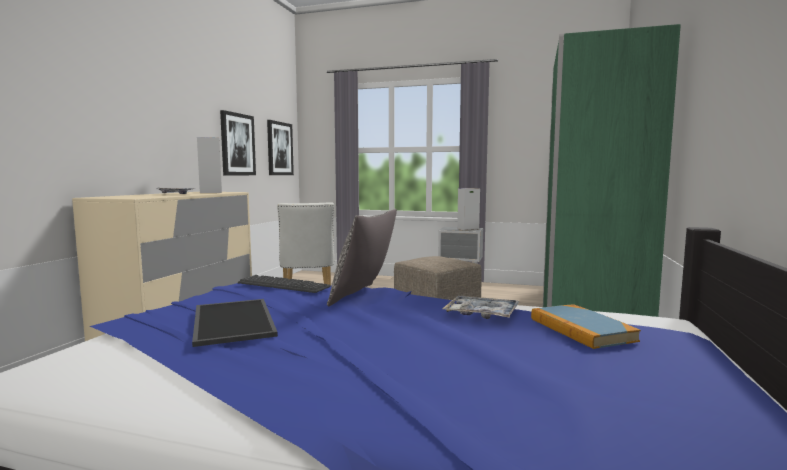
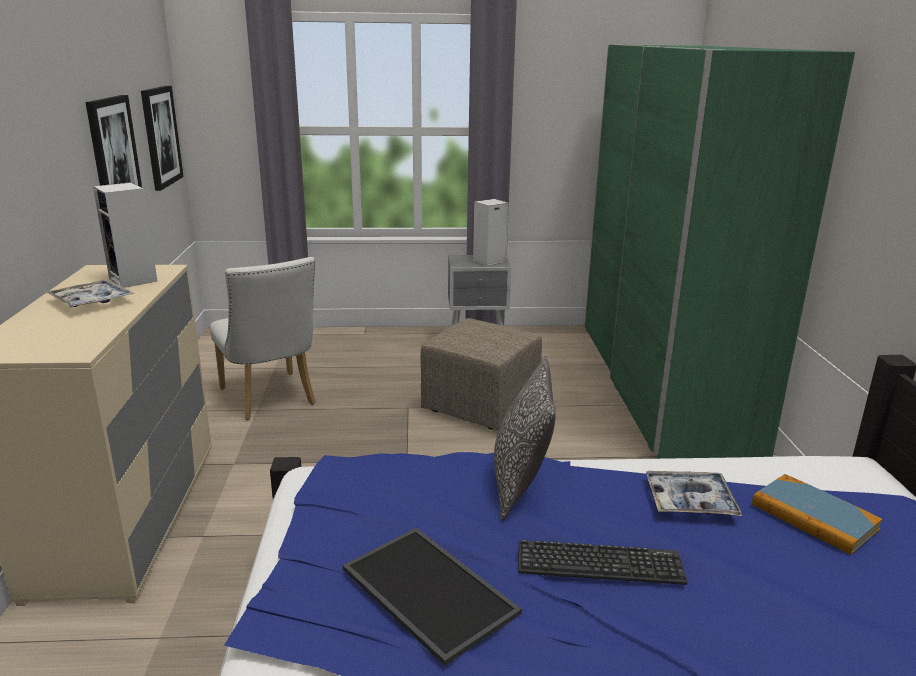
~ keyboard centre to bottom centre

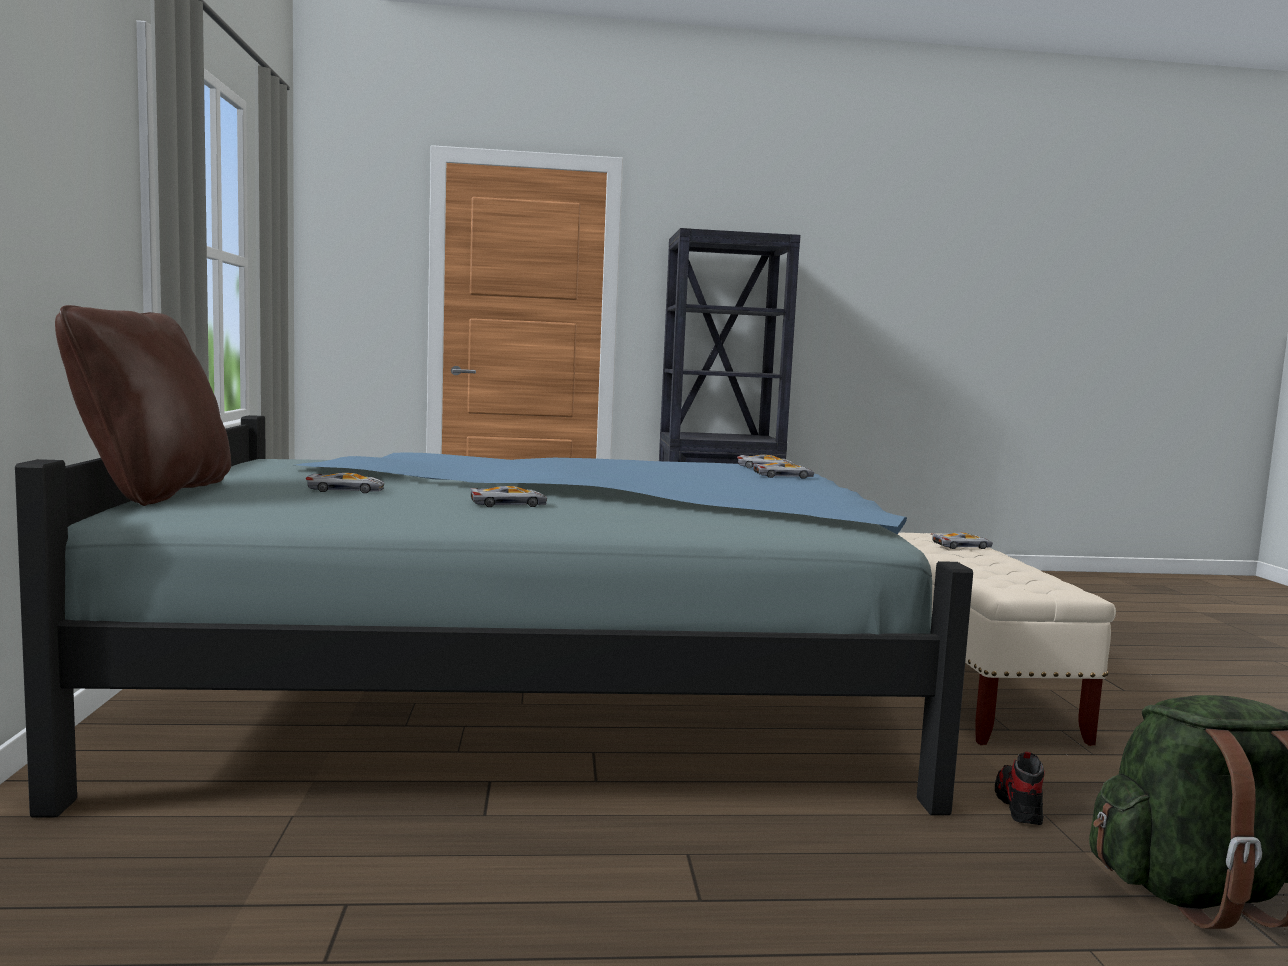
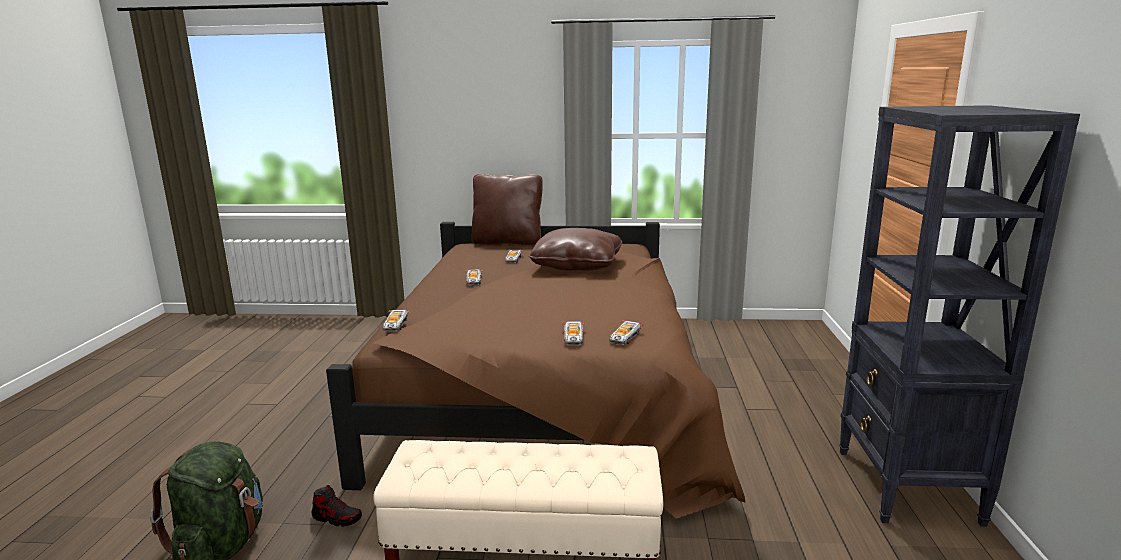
~ bed in blue centre to bed in brown centre
~ toy car (no. 5 from left in the first image) middle right to toy car (no. 1 from left) centre
+ pillow in brown (no. 2 from left) centre

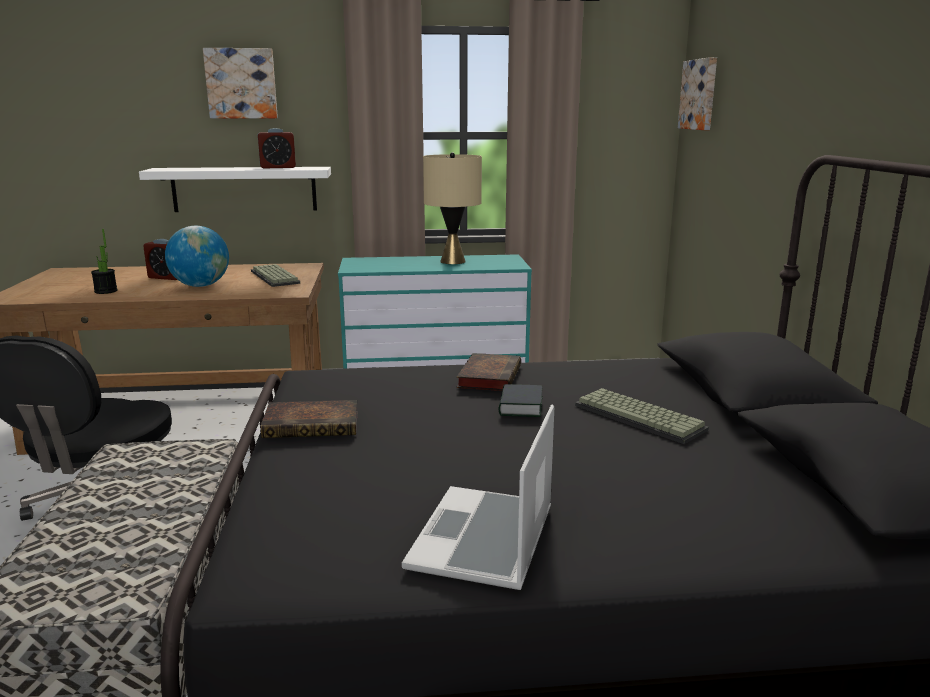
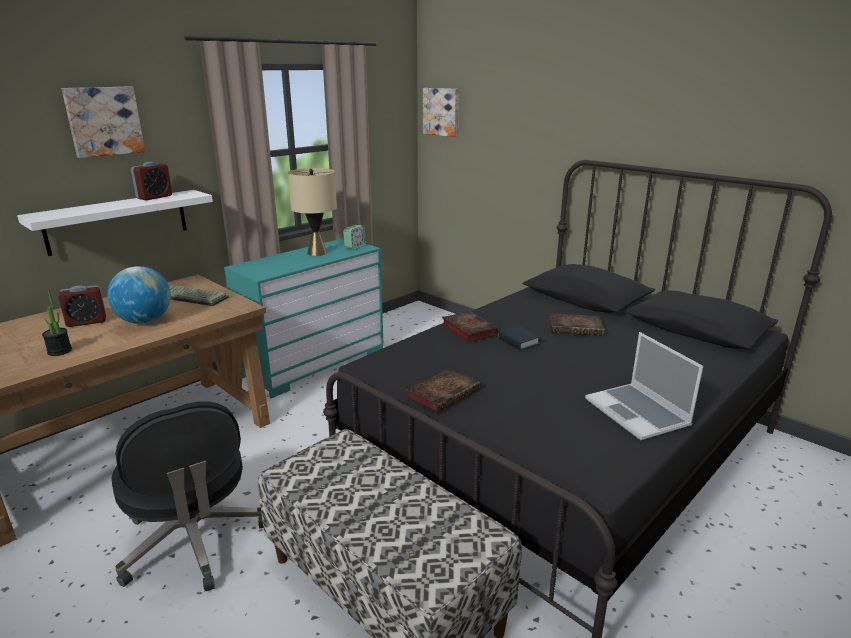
+ alarm clock (no. 3 from left) centre
~ keyboard (no. 2 from left) middle right to book (no. 4 from left) middle right

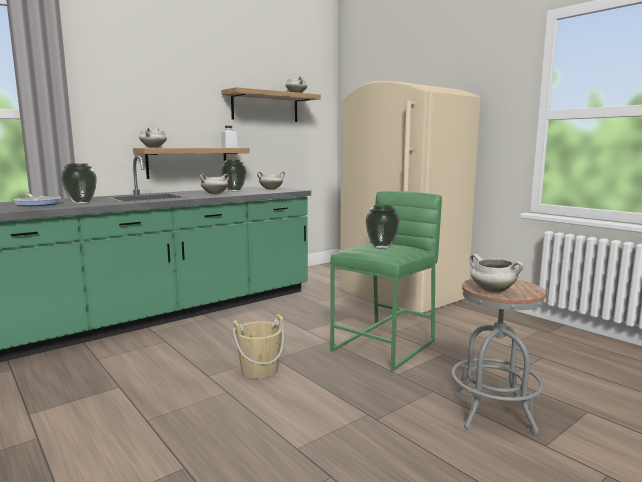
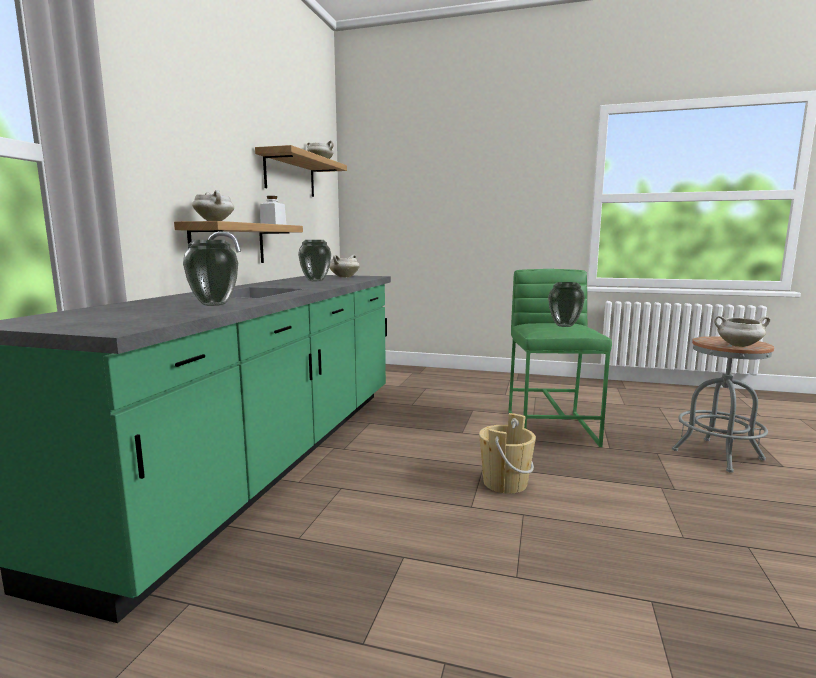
- frying pan middle left
- cooking pot in white (no. 2 from left) centre
- fridge in beige centre

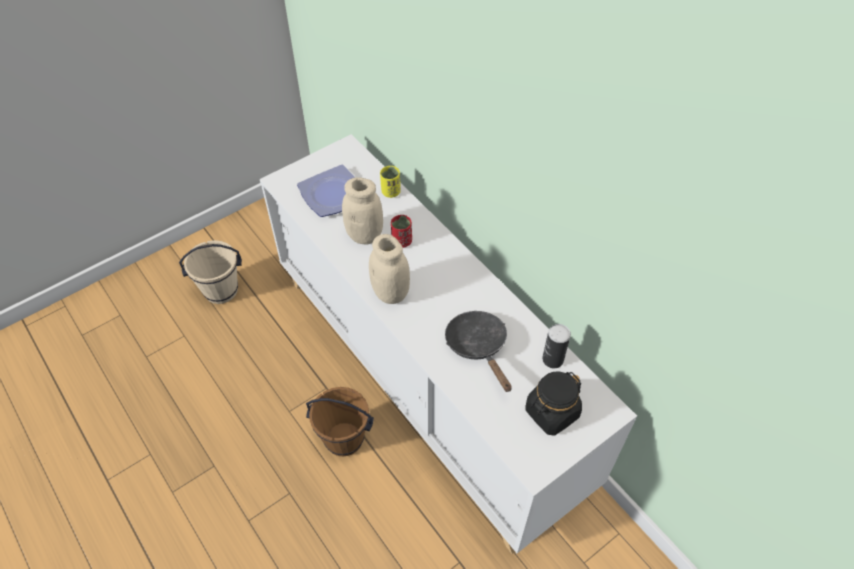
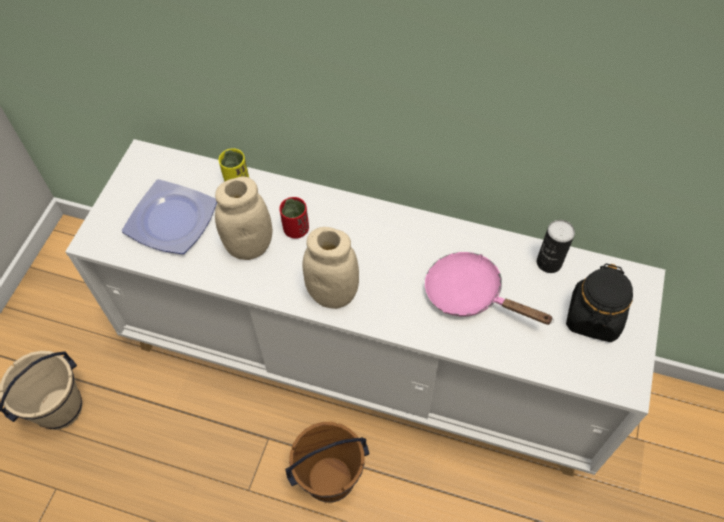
~ frying pan in black centre to frying pan in pink middle right

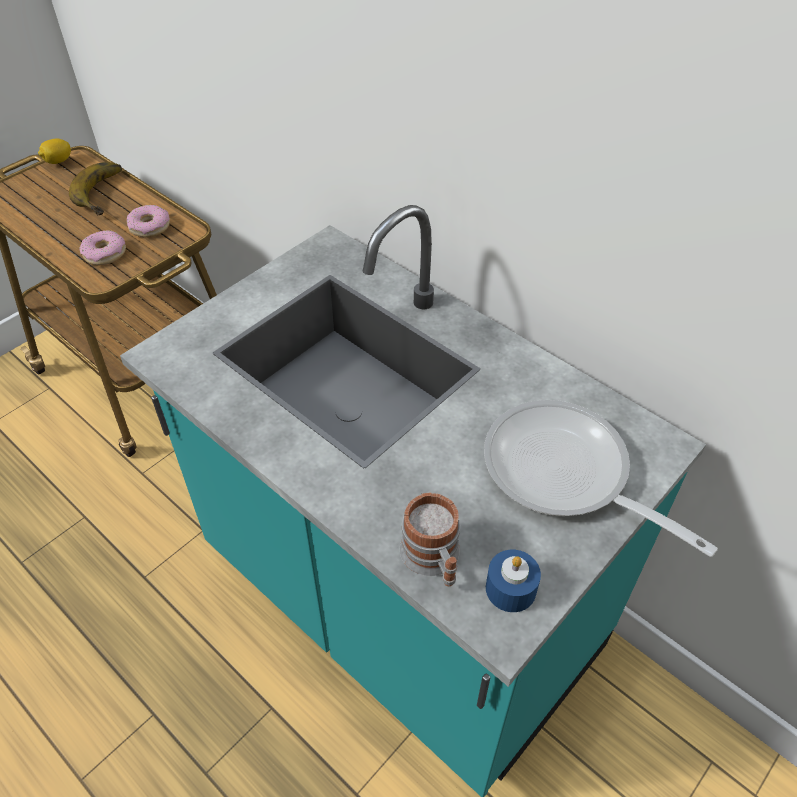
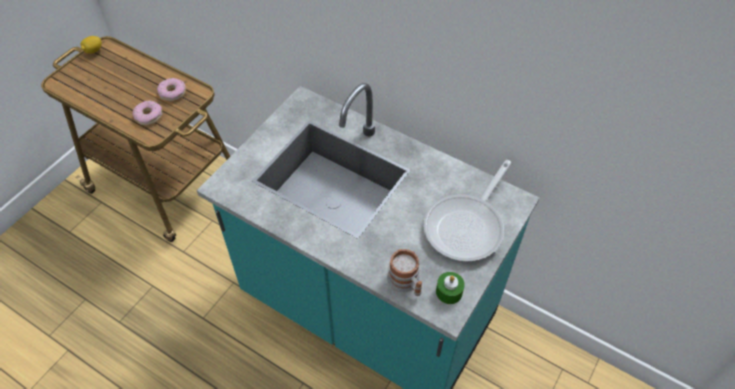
~ frying pan middle right = centre 90 degrees counterclockwise
~ candle in blue bottom centre to candle in green bottom centre
- banana top left

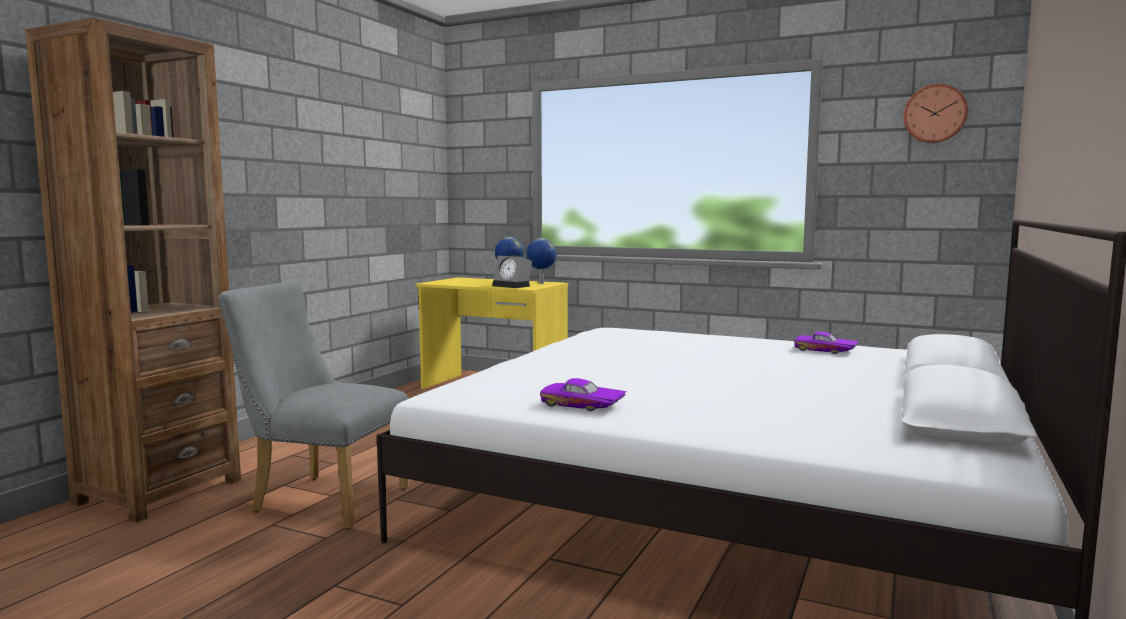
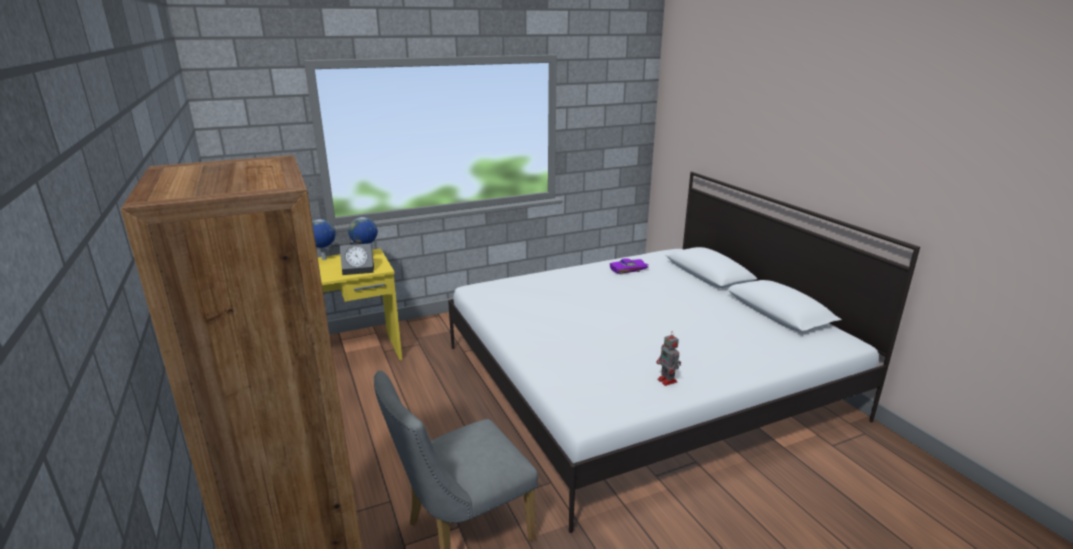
~ toy car in purple (no. 1 from left) centre to toy robot centre
- wall clock top right

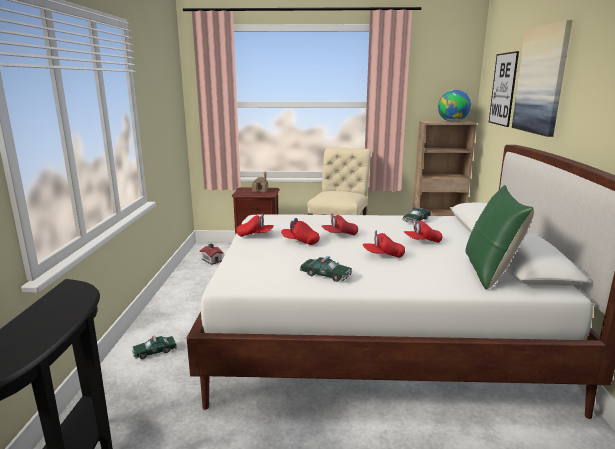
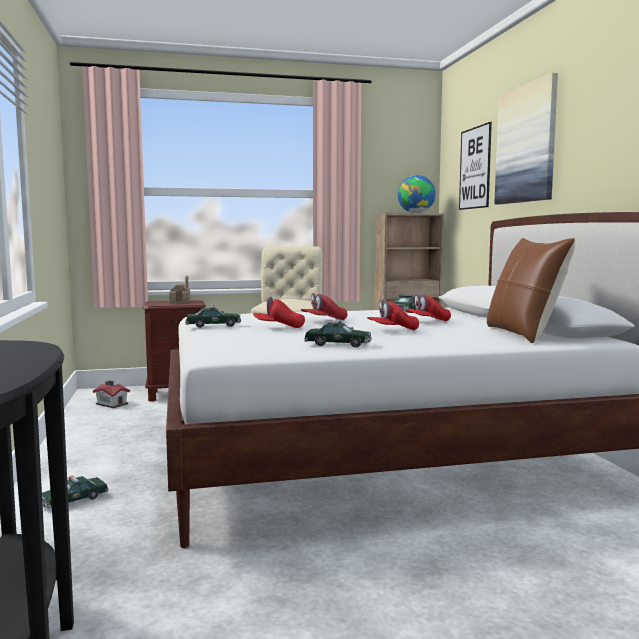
~ cap in red (no. 1 from left) centre to toy car (no. 2 from left) centre
~ pillow in green middle right to pillow in brown middle right

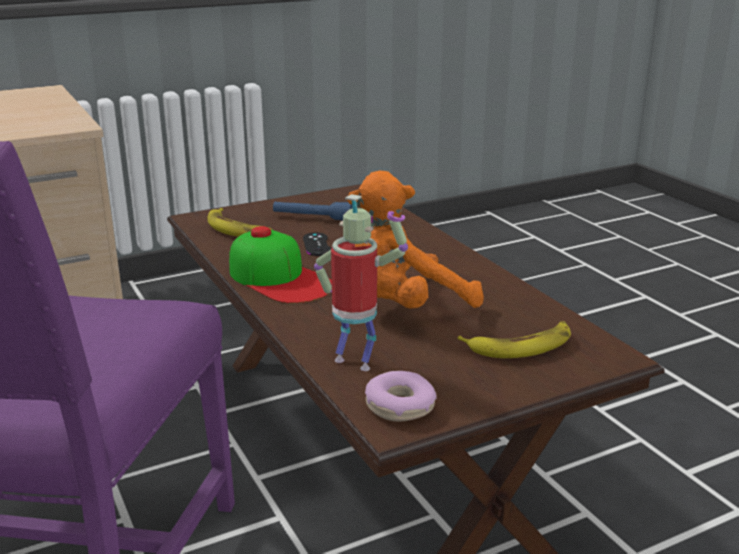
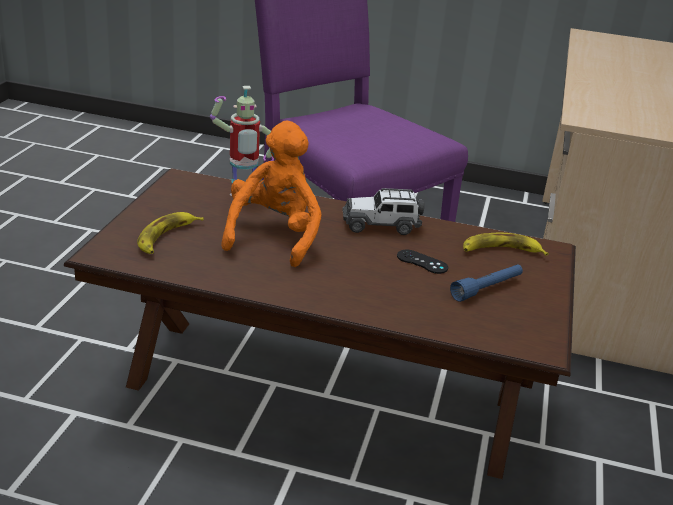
~ cap centre to toy car centre
- donut bottom centre

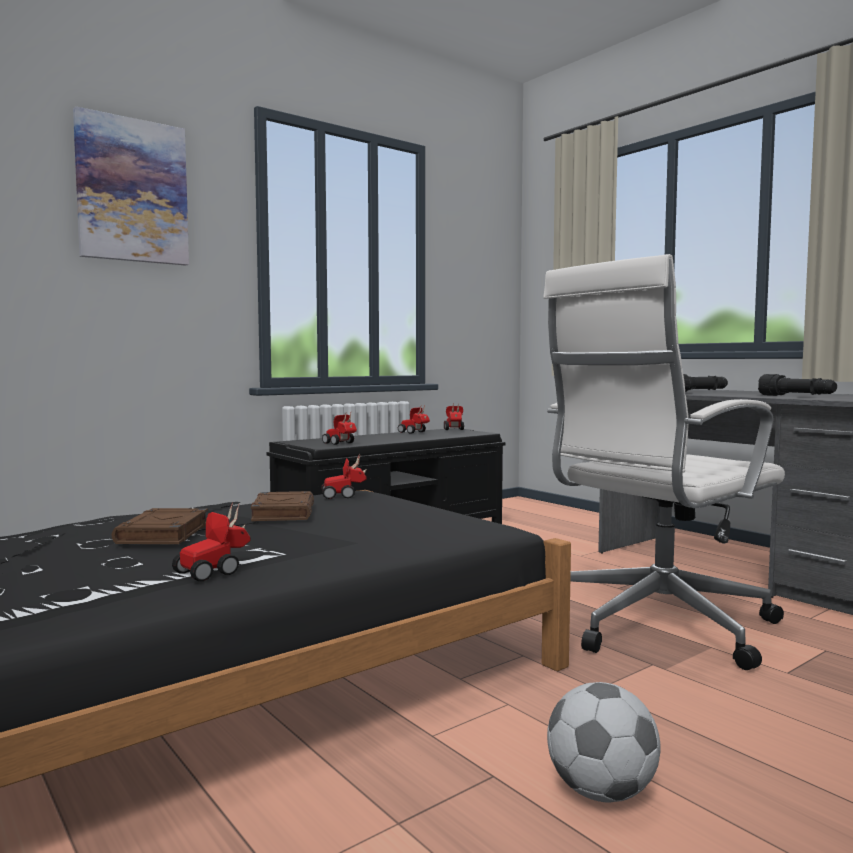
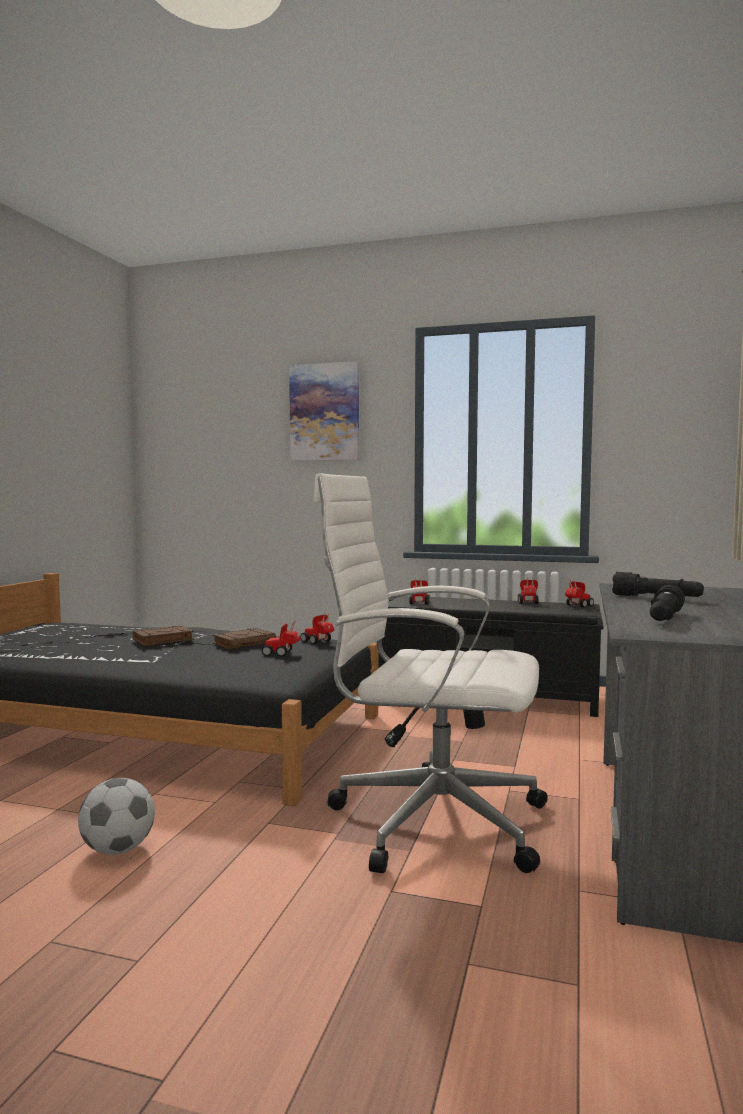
~ toy car (no. 1 from left) middle left to centre

